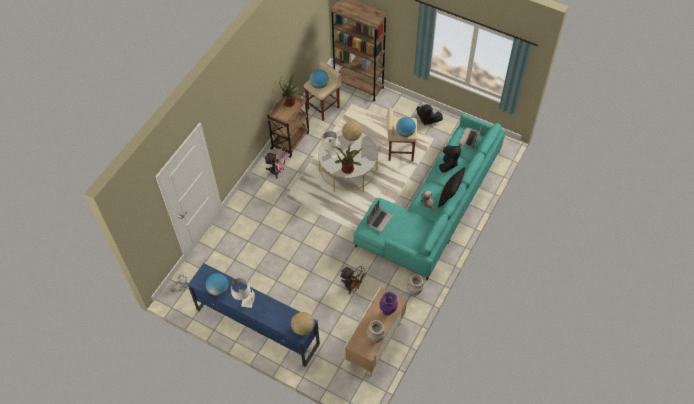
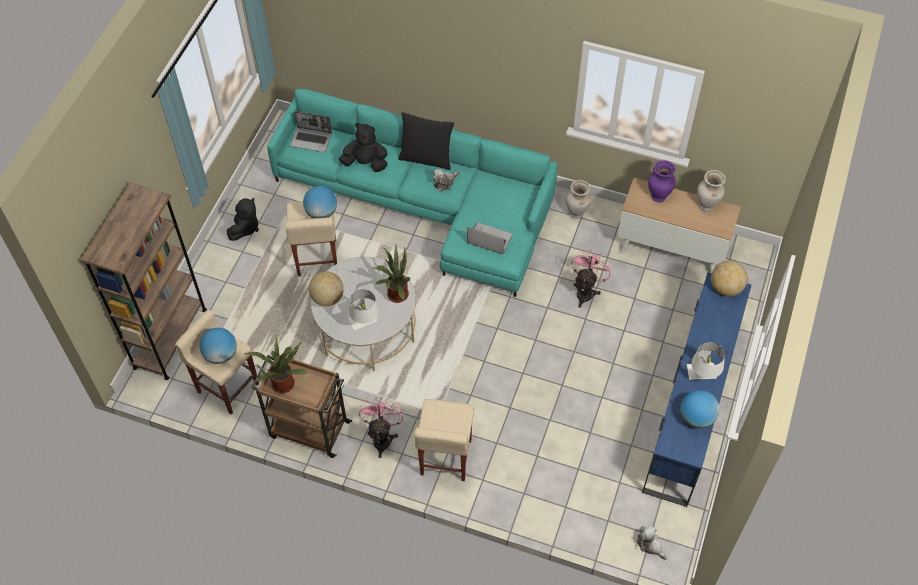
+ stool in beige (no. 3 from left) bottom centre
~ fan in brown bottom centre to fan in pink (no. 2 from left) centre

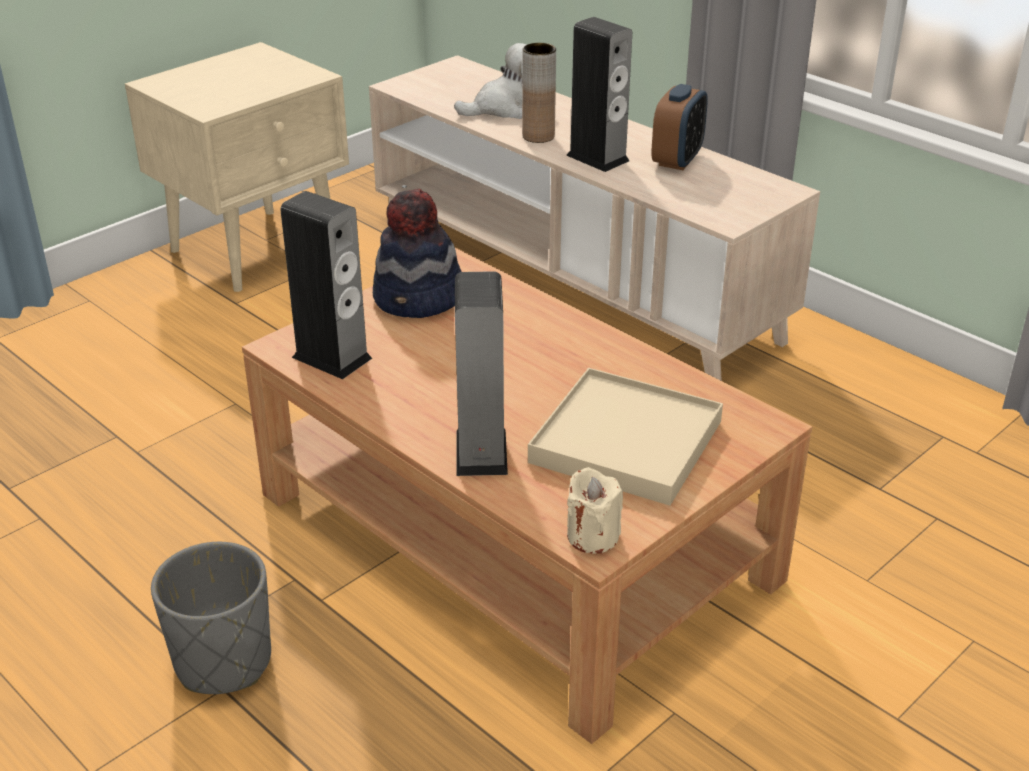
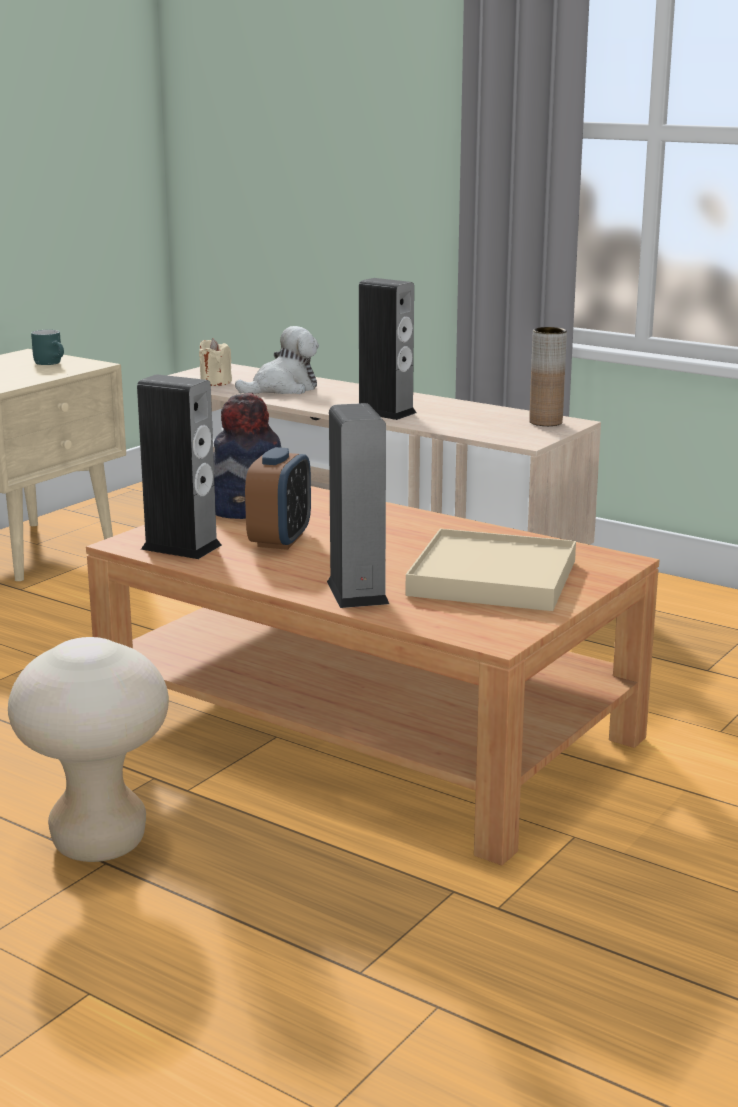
~ planter in grey bottom left to stool in beige bottom left
+ mug in turquoise top left
~ candle in beige centre to top left
~ alarm clock top centre to centre
~ vase in brown top centre to middle right

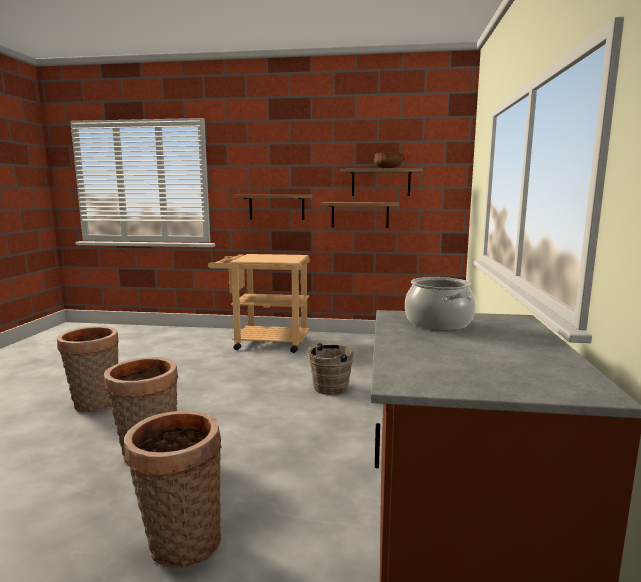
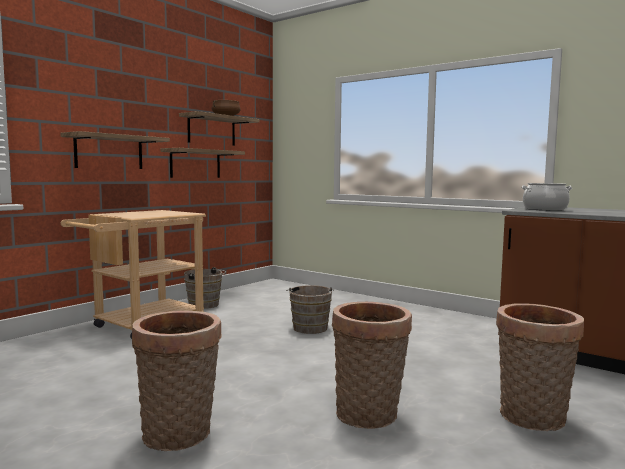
+ bucket in brown (no. 1 from left) middle left

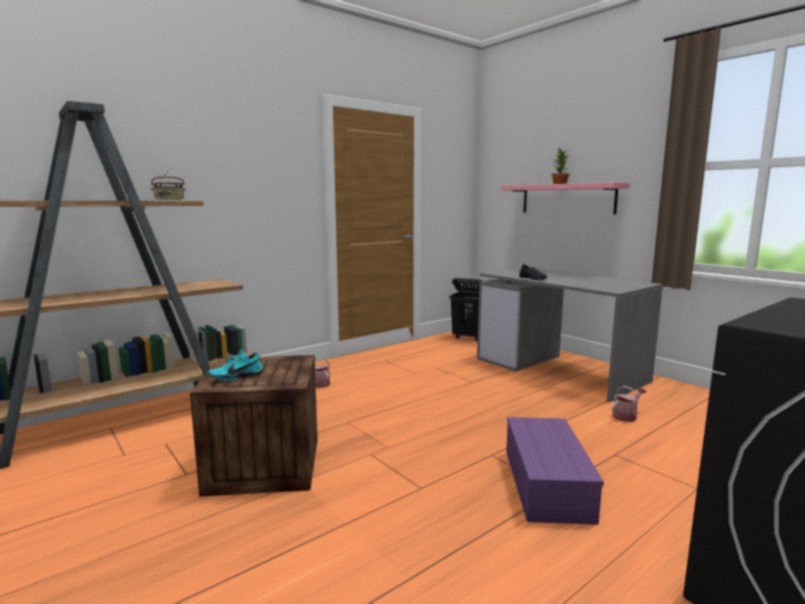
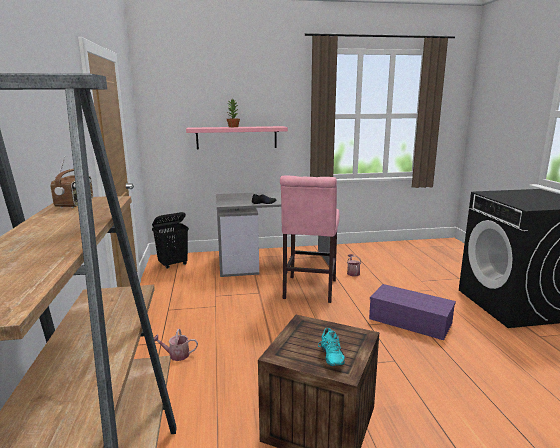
+ stool in pink centre

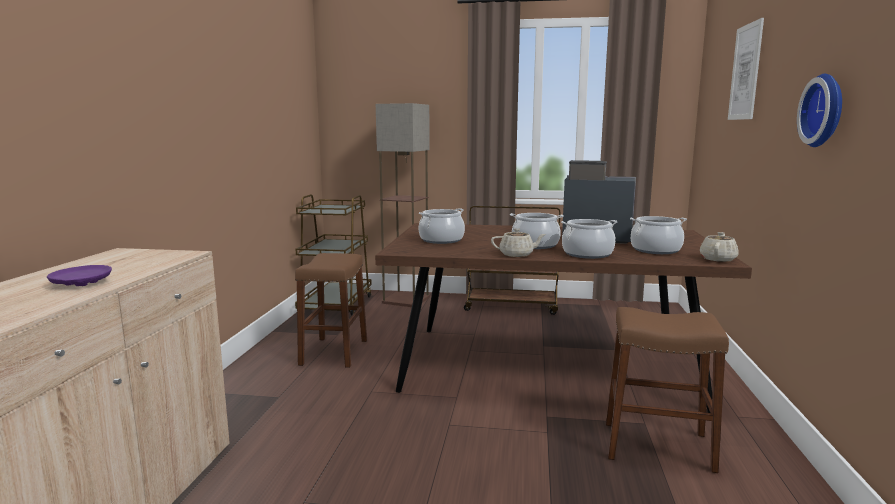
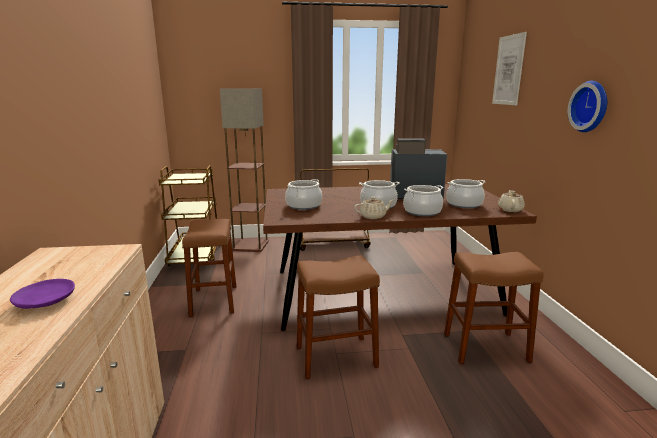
+ stool in brown (no. 2 from left) bottom centre

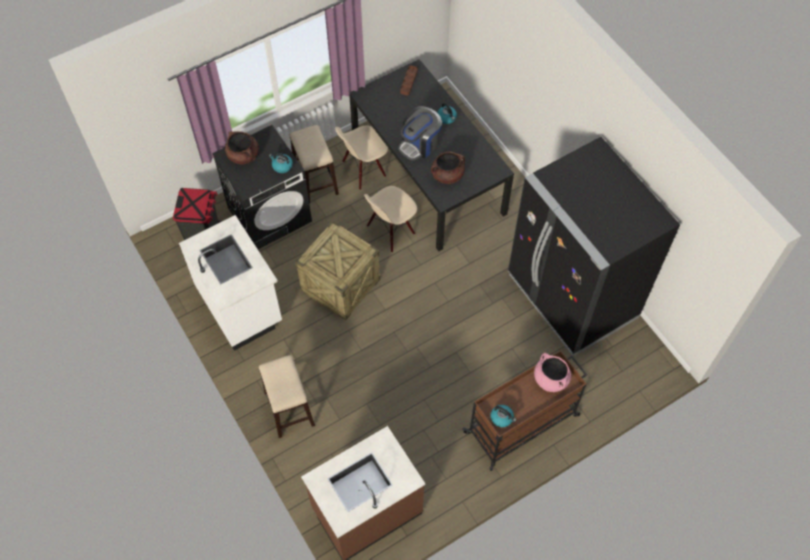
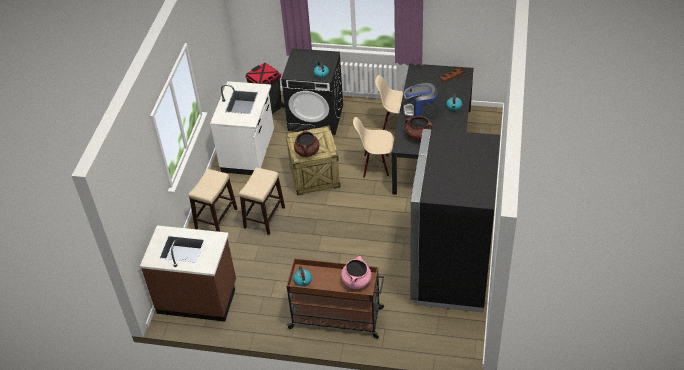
~ stool (no. 2 from left) top centre to centre
~ cooking pot in brown (no. 1 from left) top left to centre

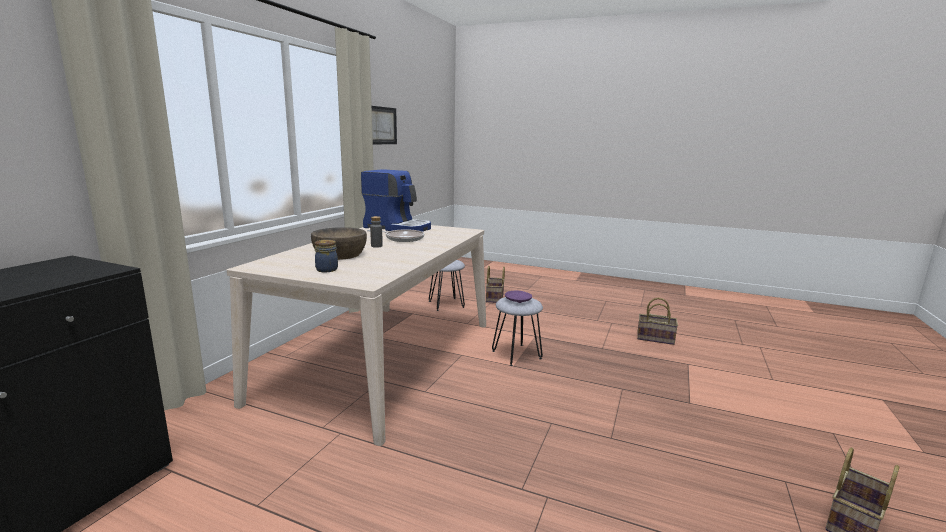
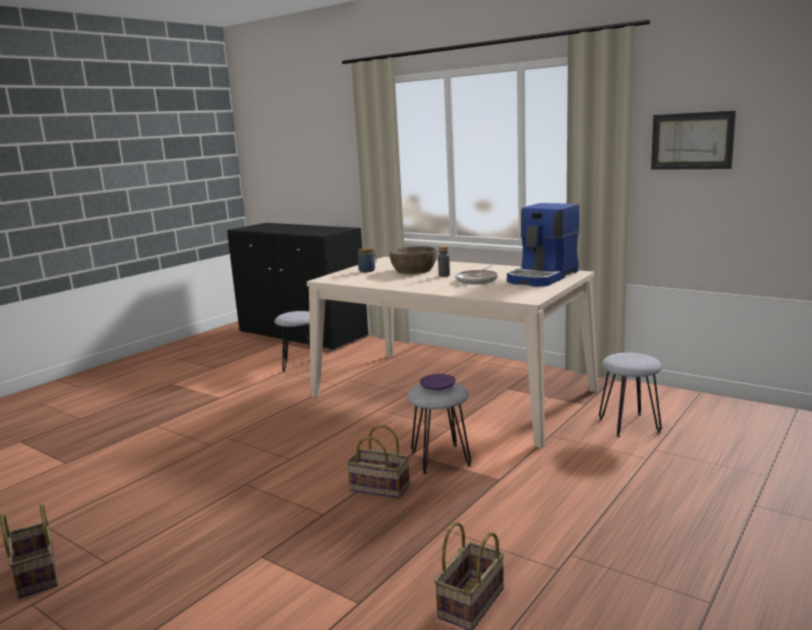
+ stool in grey (no. 1 from left) centre
~ basket (no. 1 from left in the first image) centre to basket (no. 2 from left) bottom centre

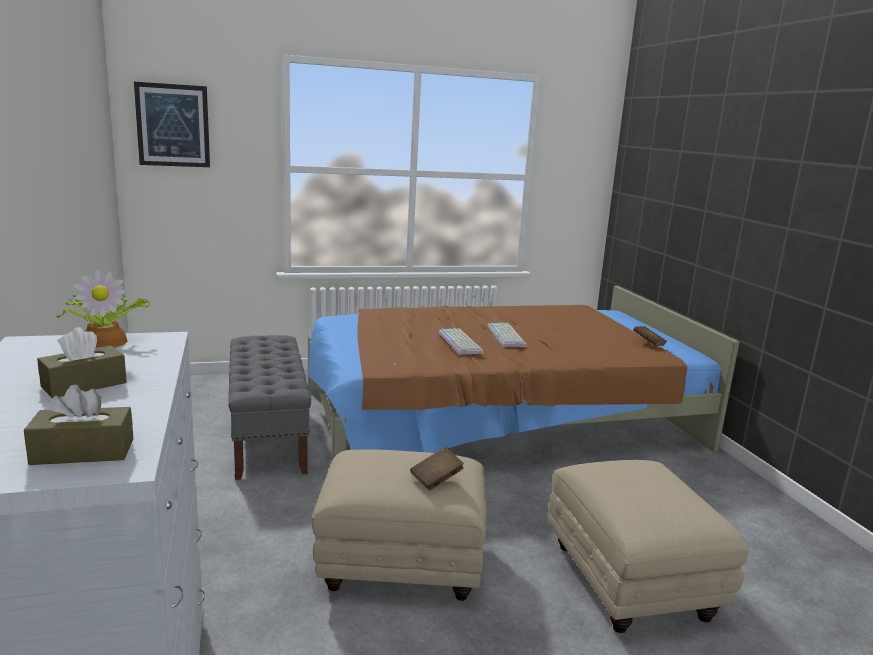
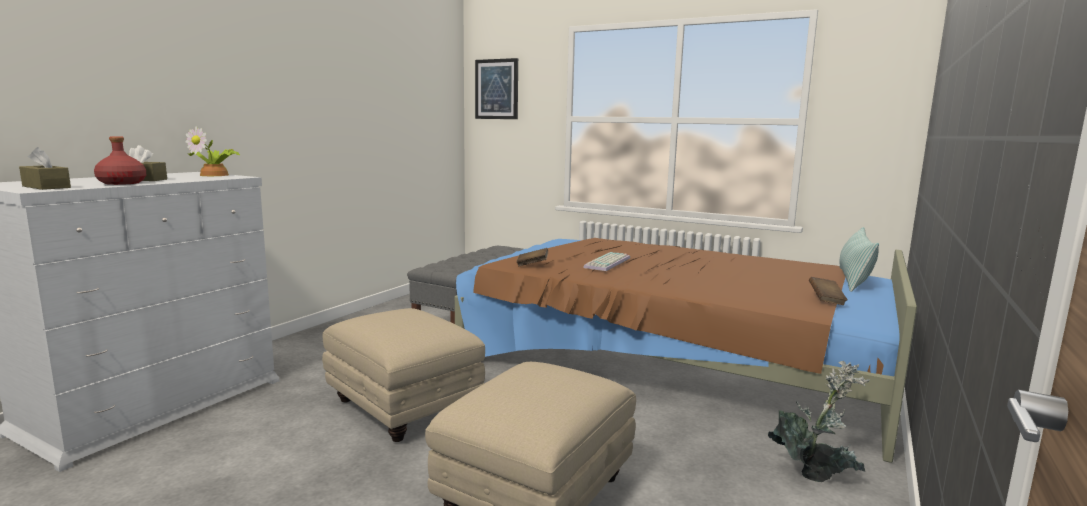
+ bottle in red top left
~ book in brown (no. 1 from left) bottom centre to centre
+ potted plant (no. 2 from left) bottom right
+ pillow middle right
- keyboard (no. 2 from left) centre

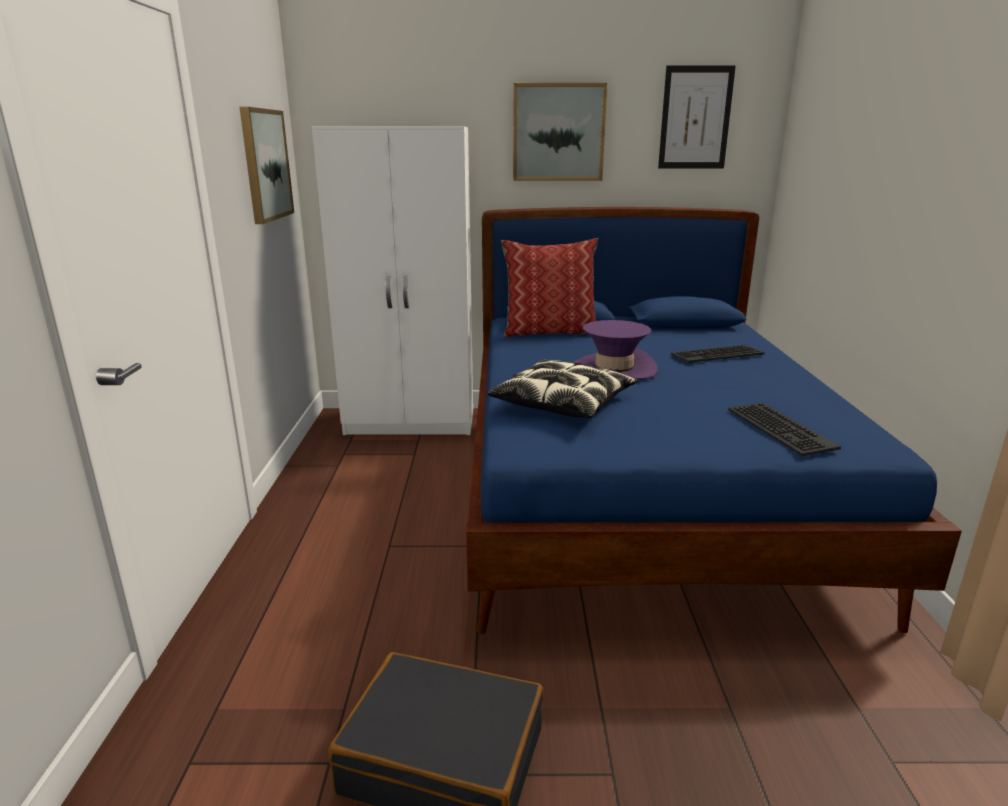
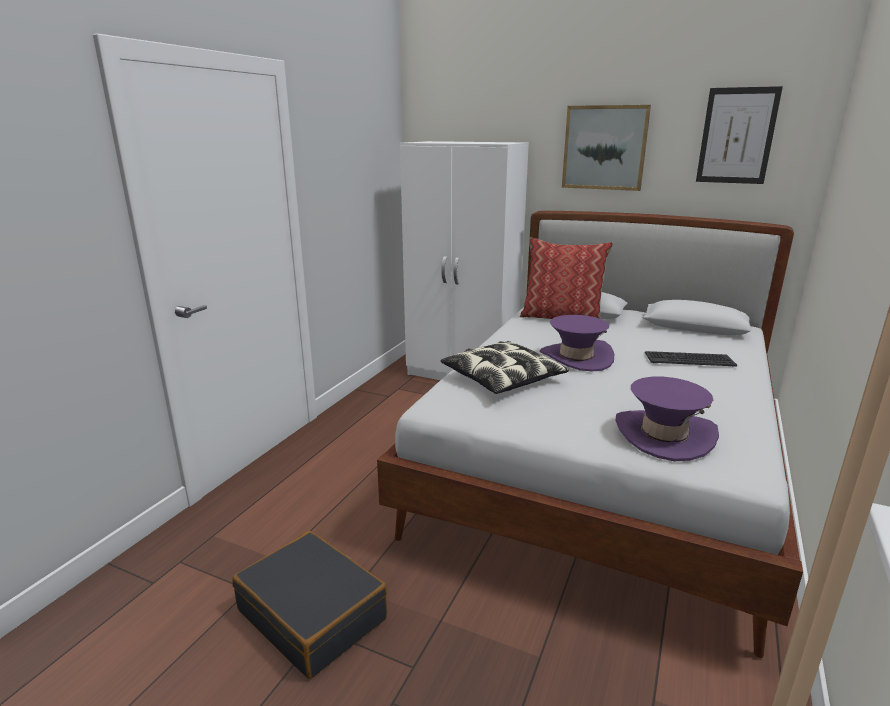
~ bed in blue middle right to bed in white centre
~ keyboard (no. 2 from left) middle right to hat in purple (no. 2 from left) middle right
- picture (no. 1 from left) top left

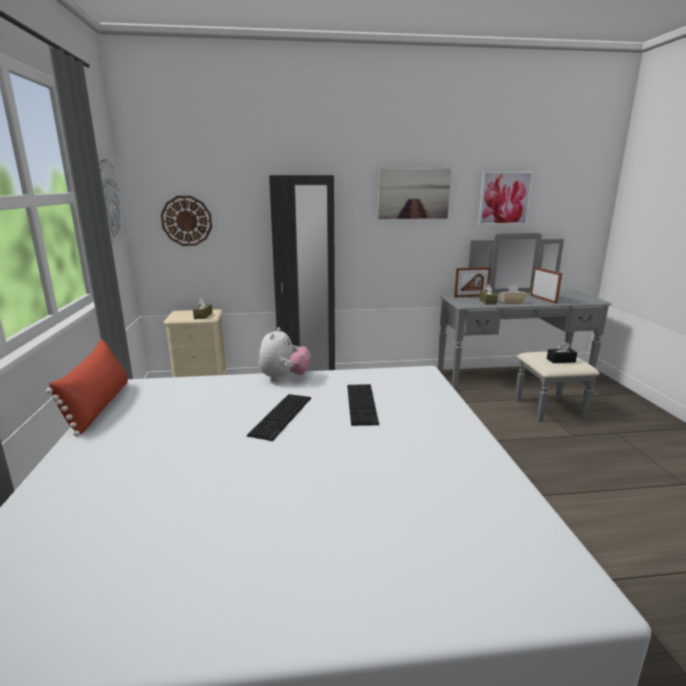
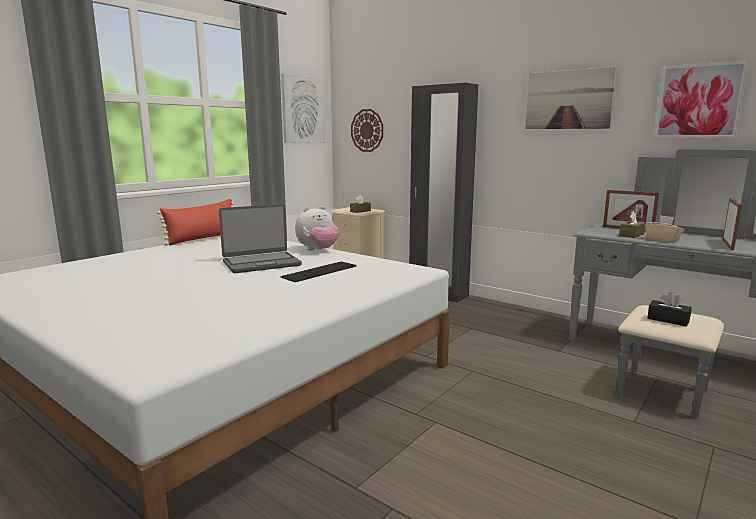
~ keyboard (no. 1 from left) centre to laptop centre

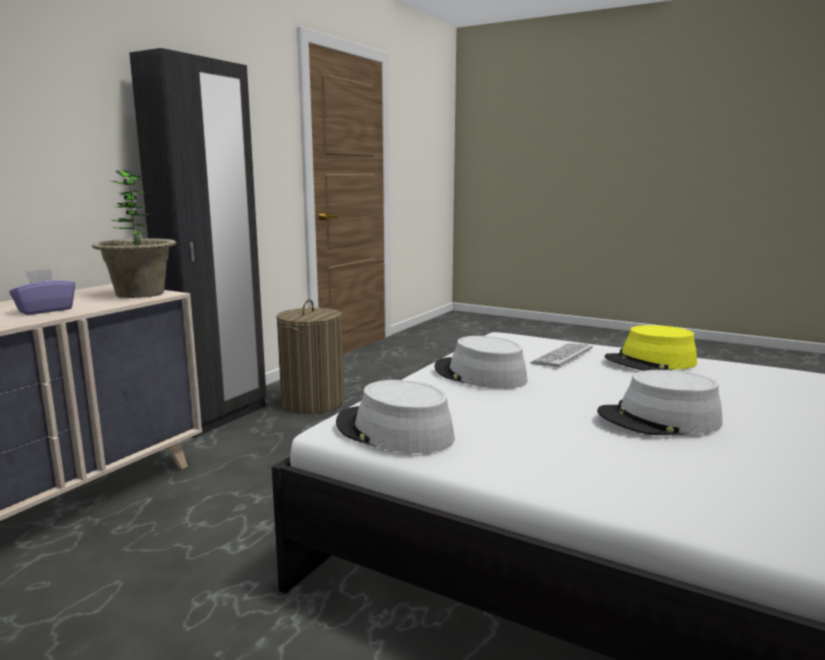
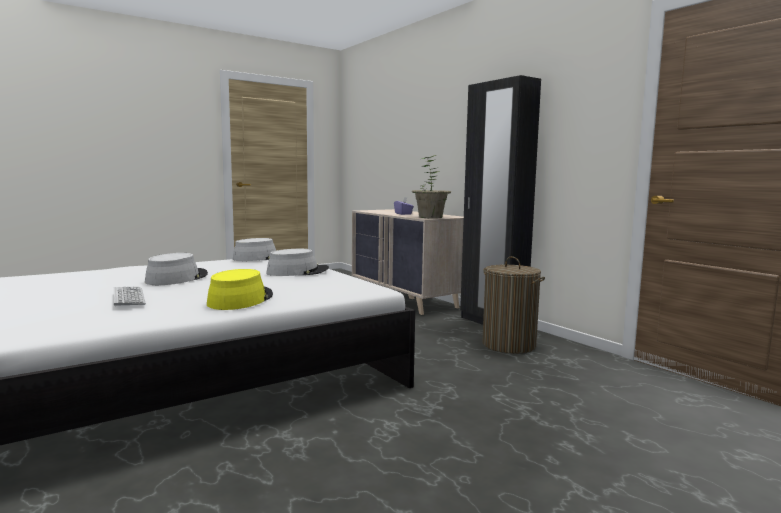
~ keyboard middle right to middle left

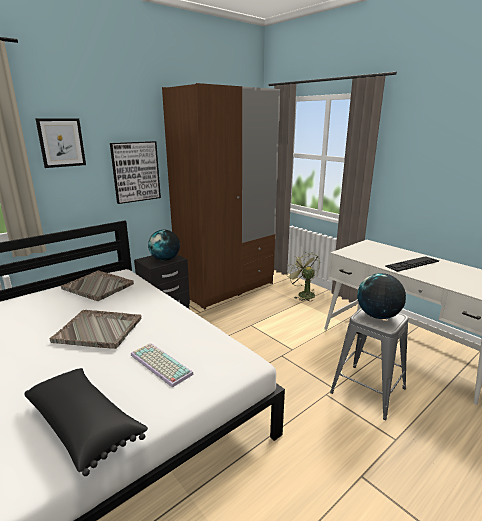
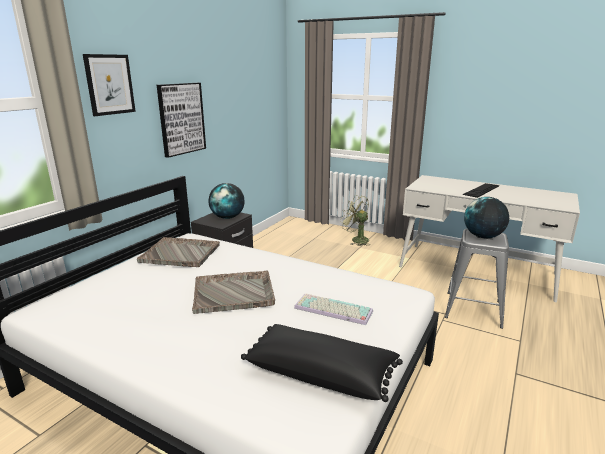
- wardrobe in brown centre

